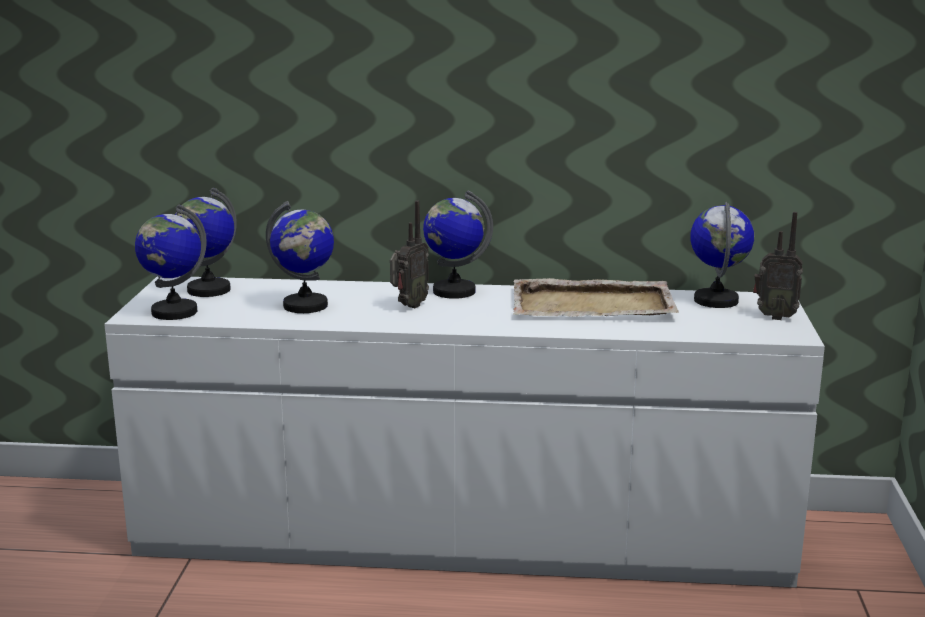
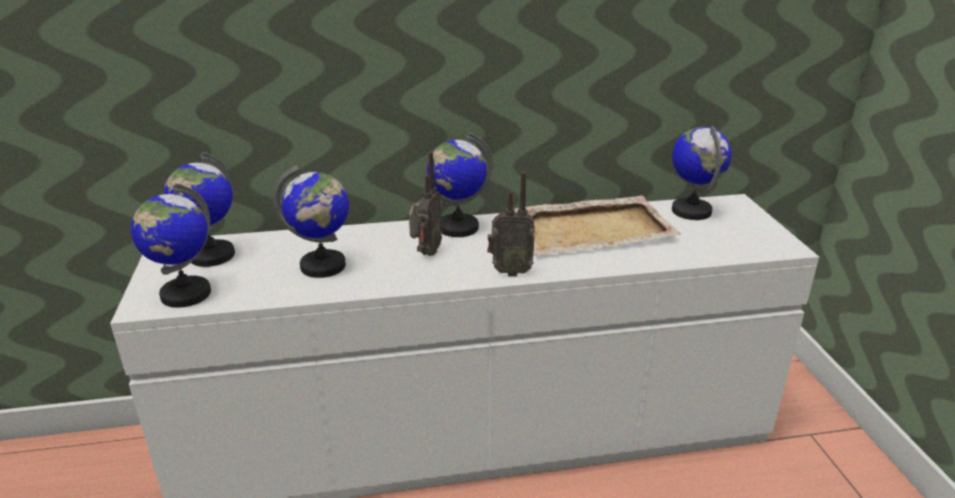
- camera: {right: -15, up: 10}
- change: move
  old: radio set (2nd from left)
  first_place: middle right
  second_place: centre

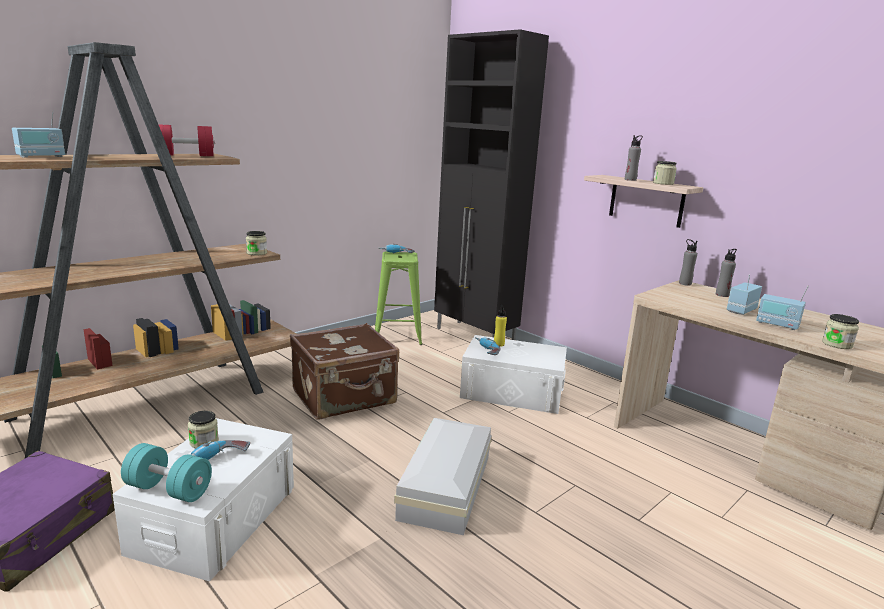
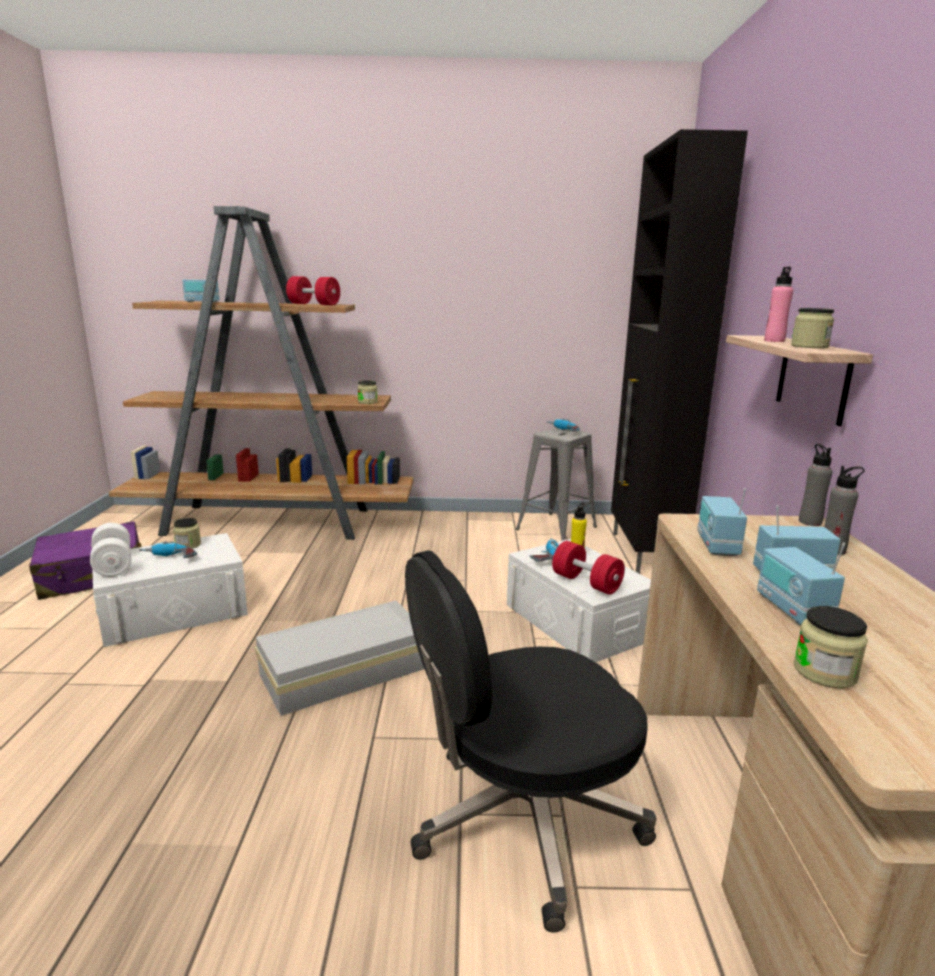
- camera: {right: 45, up: 0}
- change: recolor
  old: gray beverage bottle (1st from left)
  new: pink beverage bottle
  first_place: top right
  second_place: top right
- change: recolor
  old: green-coloured stool seat
  new: gray stool seat
  first_place: centre
  second_place: centre
- change: delete
  old: brown suitcase
  first_place: centre
- change: recolor
  old: turquoise hand weight
  new: white-coloured hand weight
  first_place: bottom left
  second_place: middle left
- change: insert
  new: radio set (2nd from left)
  second_place: middle right
- change: insert
  new: reddish hand weight (2nd from left)
  second_place: centre
- change: insert
  new: blackish office chair
  second_place: bottom centre

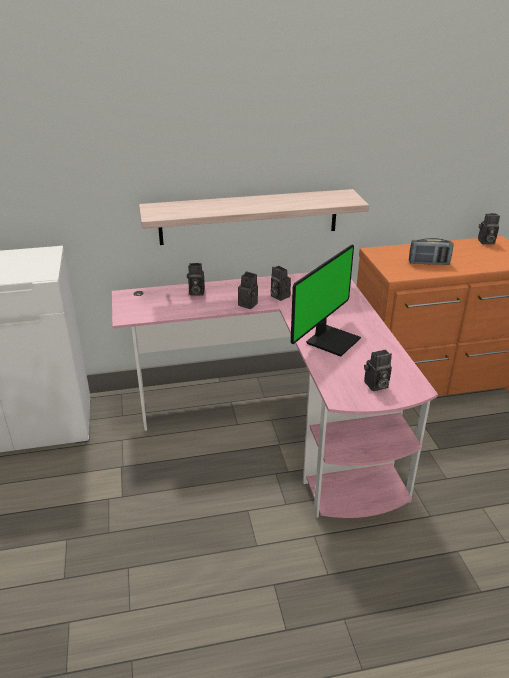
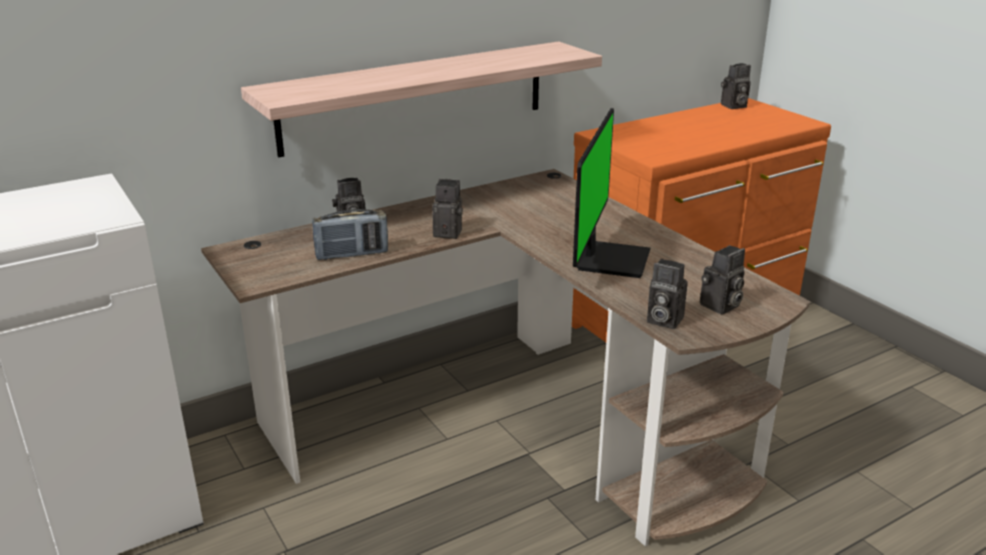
- camera: {right: -20, up: -5}
- change: move
  old: radio set
  first_place: middle right
  second_place: centre
- change: move
  old: still camera (3rd from left)
  first_place: centre
  second_place: middle right
- change: recolor
  old: pink desk unit
  new: brown desk unit
  first_place: centre
  second_place: centre

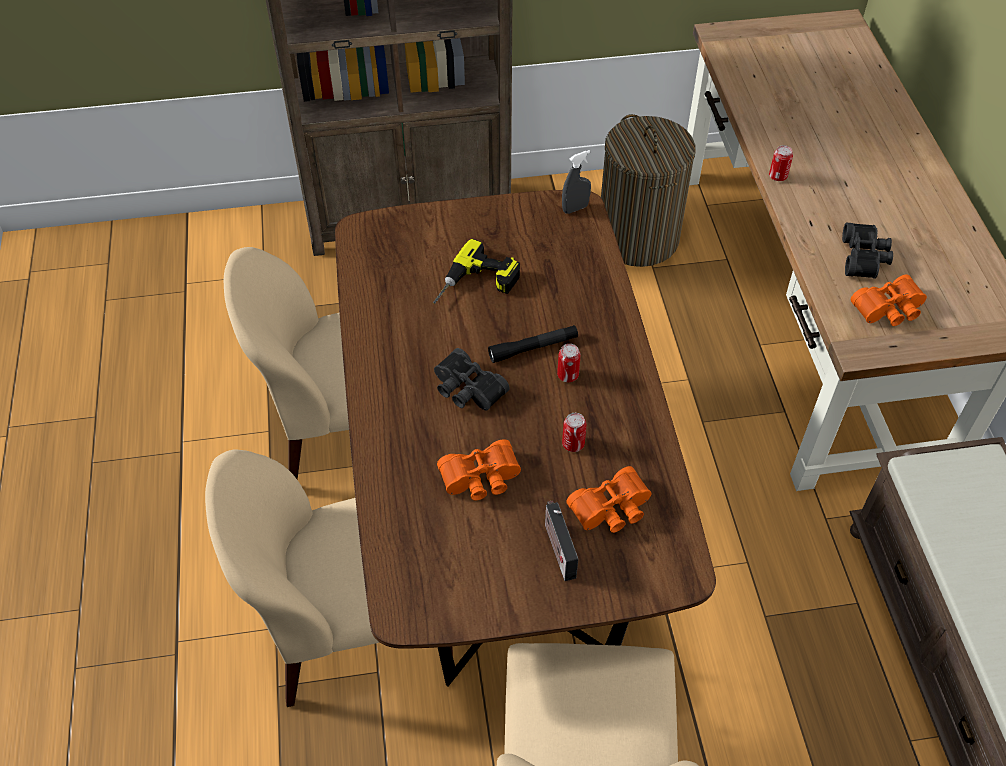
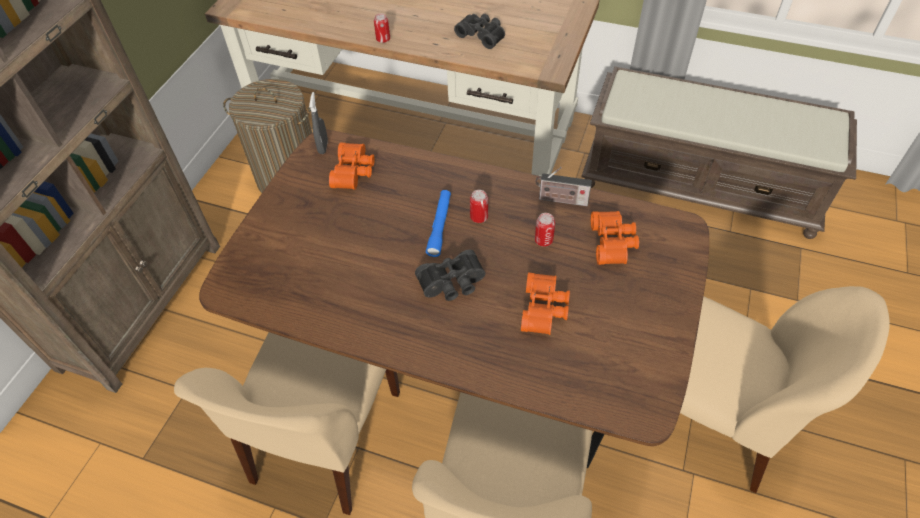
- camera: {right: -60, up: 0}
- change: delete
  old: power drill
  first_place: centre
- change: move
  old: orange-coloured pair of binoculars (3rd from left in the first image)
  new: orange-coloured pair of binoculars (1st from left)
  first_place: middle right
  second_place: top centre
- change: recolor
  old: blackish flashlight
  new: blue flashlight
  first_place: centre
  second_place: centre
- change: move
  old: radio set
  first_place: bottom centre
  second_place: centre

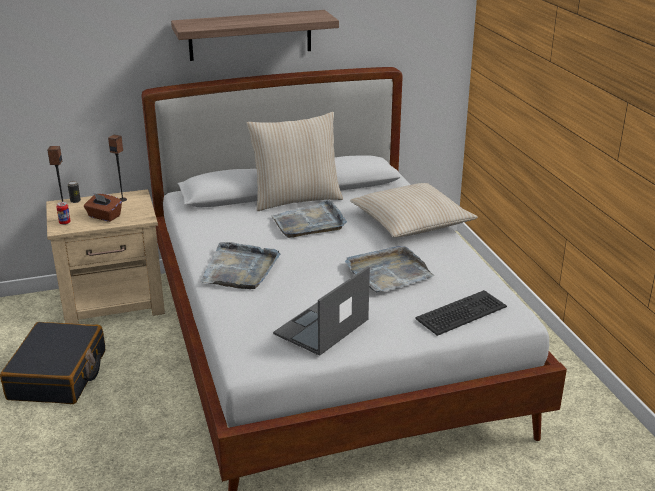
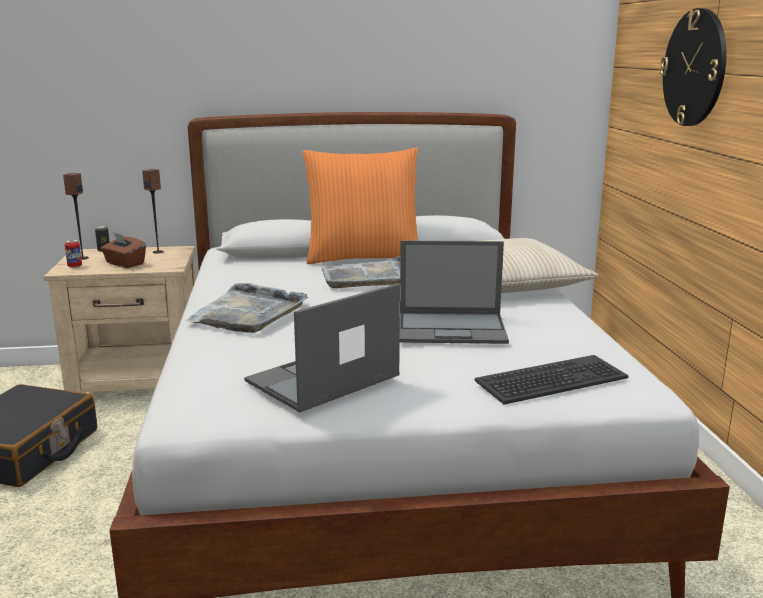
- camera: {right: 10, up: -10}
- change: delete
  old: bracket shelf
  first_place: top centre
- change: recolor
  old: sand-coloured cushion (1st from left)
  new: orange-coloured cushion
  first_place: top centre
  second_place: centre
- change: replace
  old: gray serving tray (3rd from left)
  new: laptop (2nd from left)
  first_place: centre
  second_place: centre
- change: insert
  new: wall clock
  second_place: top right

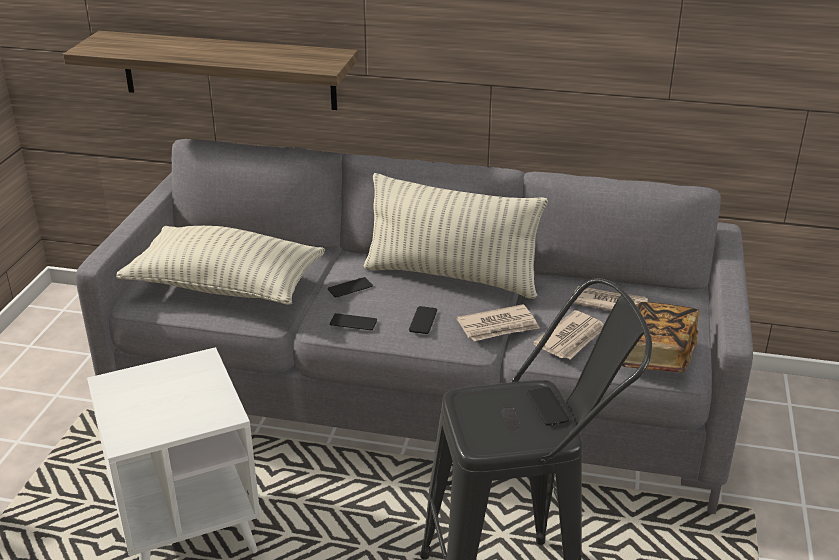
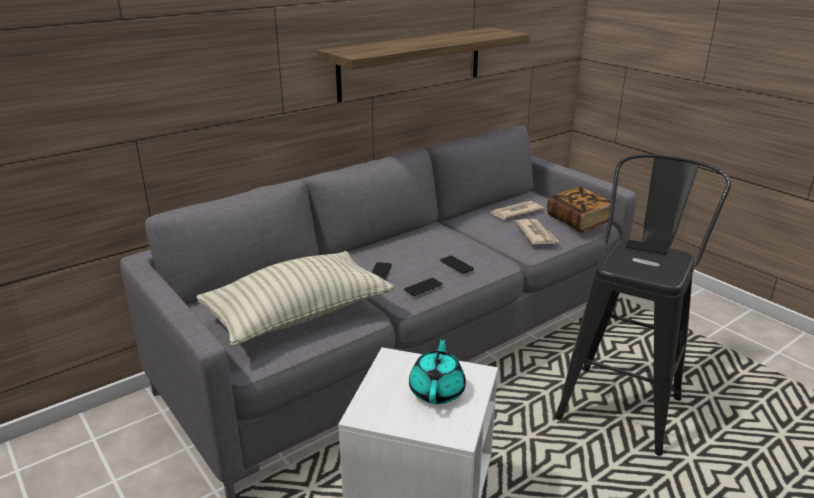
- camera: {right: -50, up: -5}
- change: move
  old: bracket shelf
  first_place: top left
  second_place: top centre
- change: delete
  old: cushion (2nd from left)
  first_place: centre
- change: delete
  old: printed paper (1st from left)
  first_place: centre
- change: insert
  new: turquoise teapot
  second_place: bottom centre

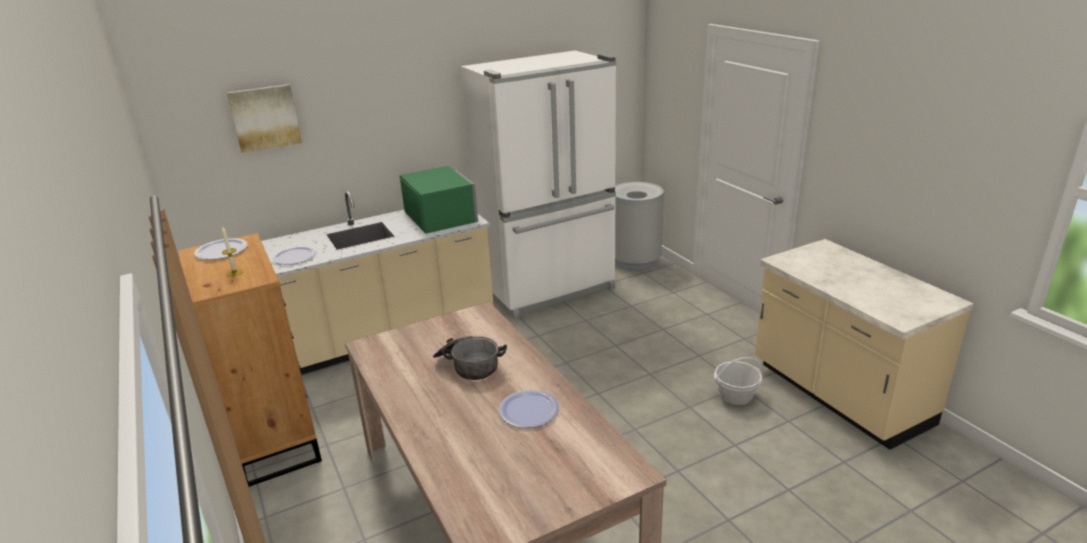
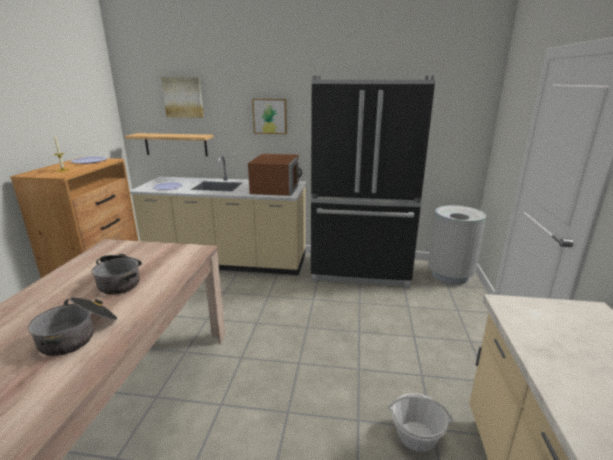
- camera: {right: 35, up: -5}
- change: recolor
  old: white-coloured fridge
  new: blackish fridge
  first_place: centre
  second_place: centre
- change: recolor
  old: green-coloured kitchen microwave
  new: brown kitchen microwave
  first_place: centre
  second_place: centre
- change: replace
  old: dinner plate (3rd from left)
  new: stockpot (1st from left)
  first_place: bottom centre
  second_place: bottom left
- change: insert
  new: picture (2nd from left)
  second_place: top centre
- change: insert
  new: bracket shelf
  second_place: top left

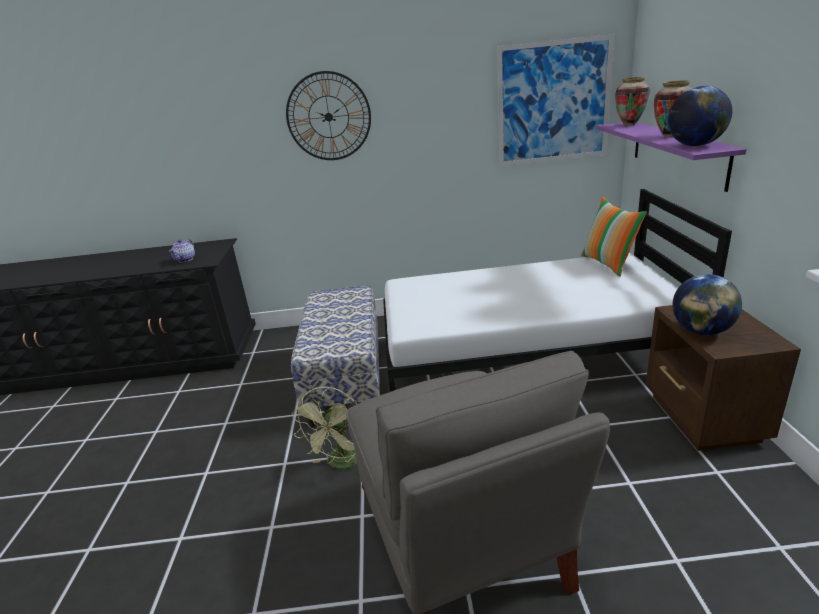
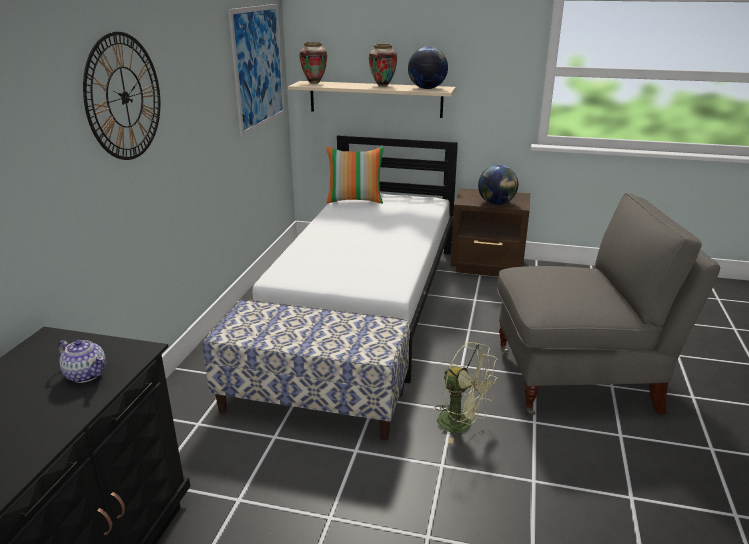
- camera: {right: -75, up: 0}
- change: recolor
  old: purplish bracket shelf
  new: sand-coloured bracket shelf
  first_place: top right
  second_place: top centre

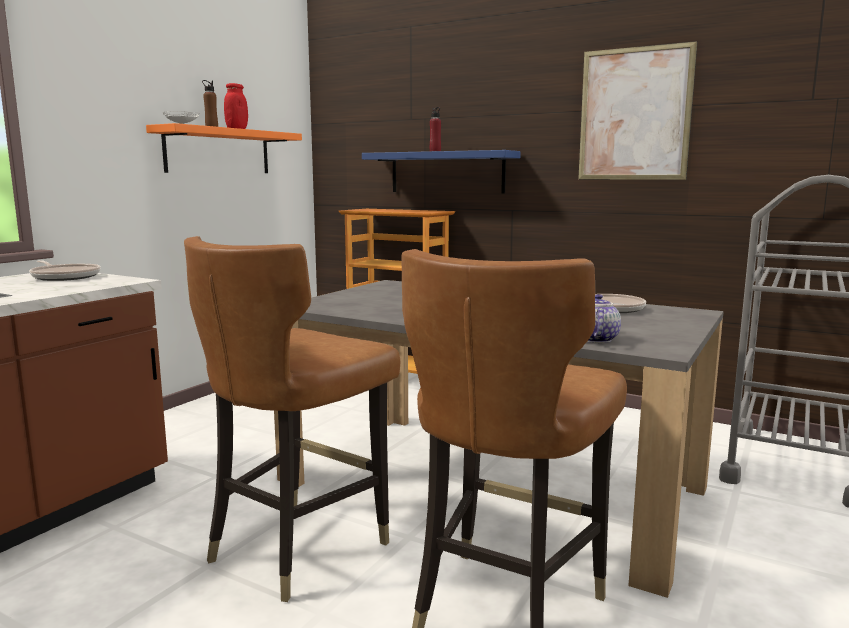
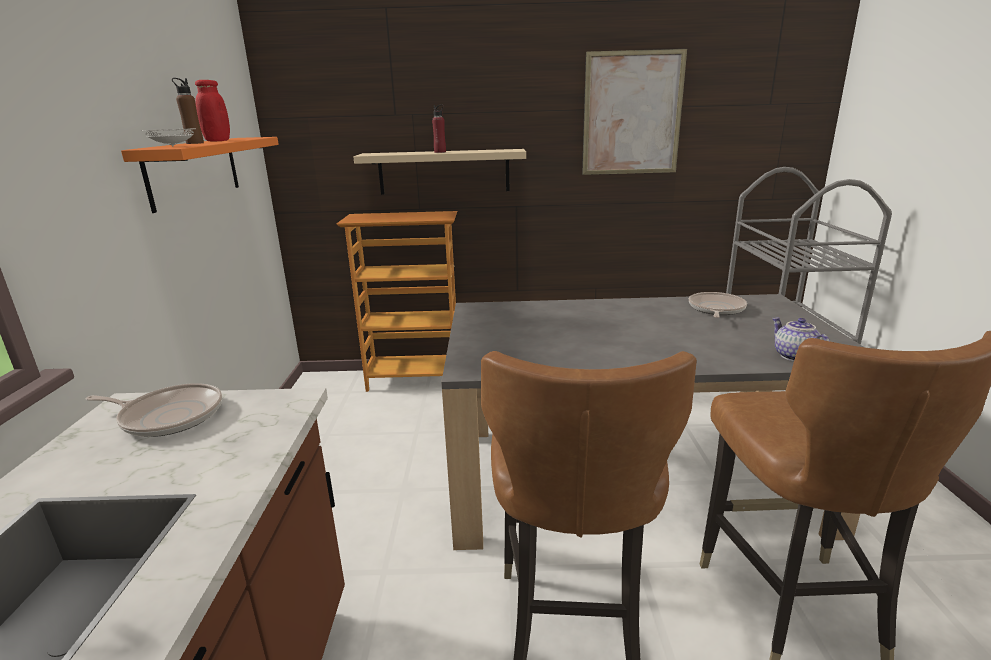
- camera: {right: -30, up: 10}
- change: recolor
  old: blue bracket shelf
  new: sand-coloured bracket shelf
  first_place: top centre
  second_place: top centre

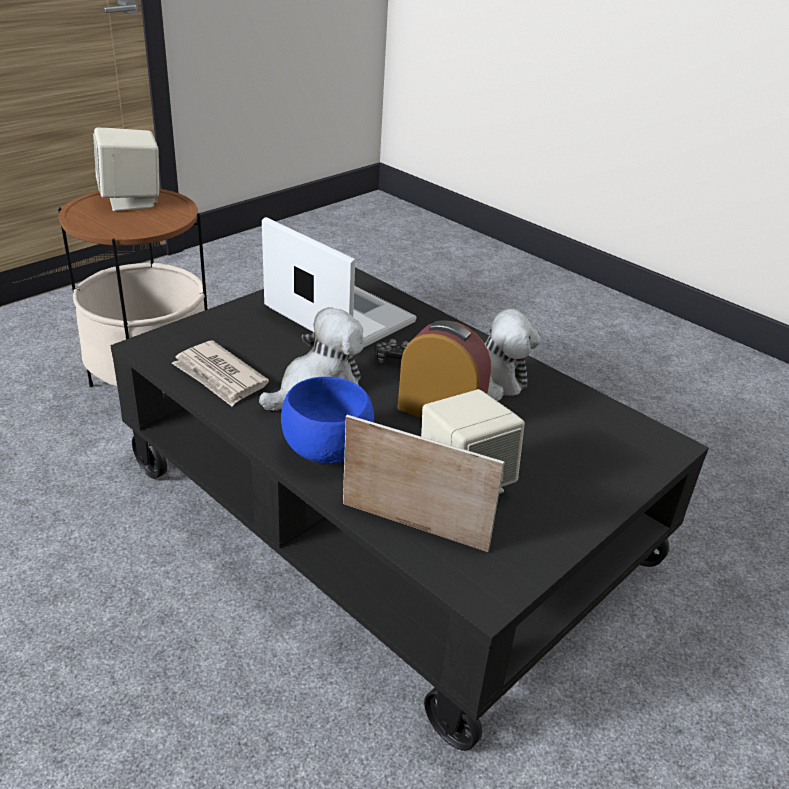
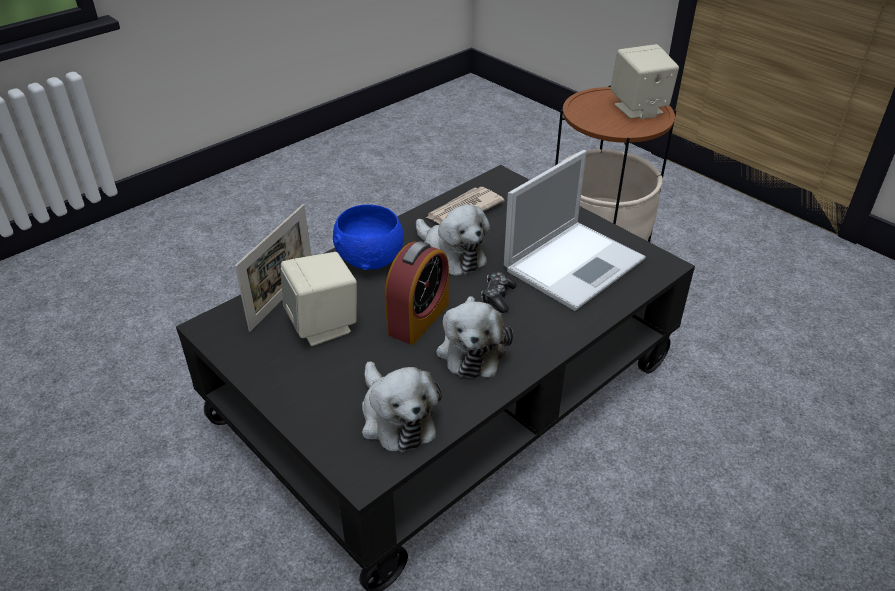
- camera: {right: 95, up: 5}
- change: insert
  new: plush toy (1st from left)
  second_place: bottom centre

